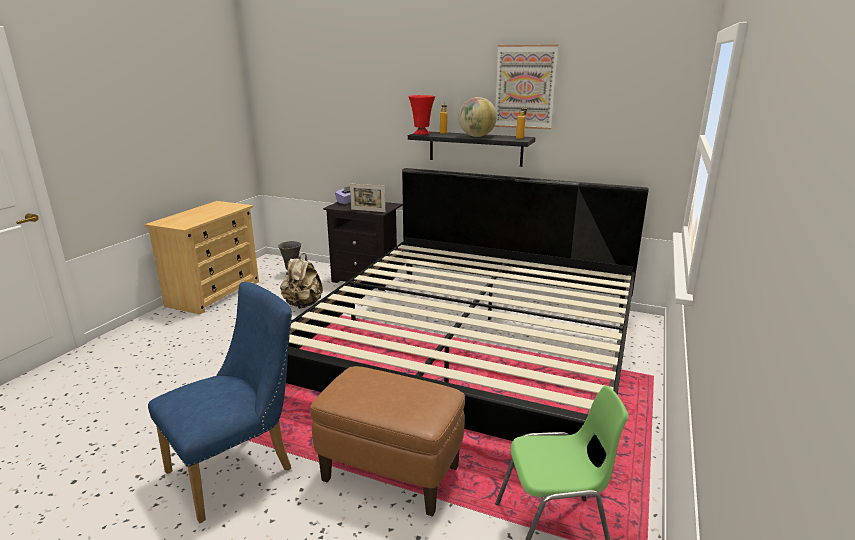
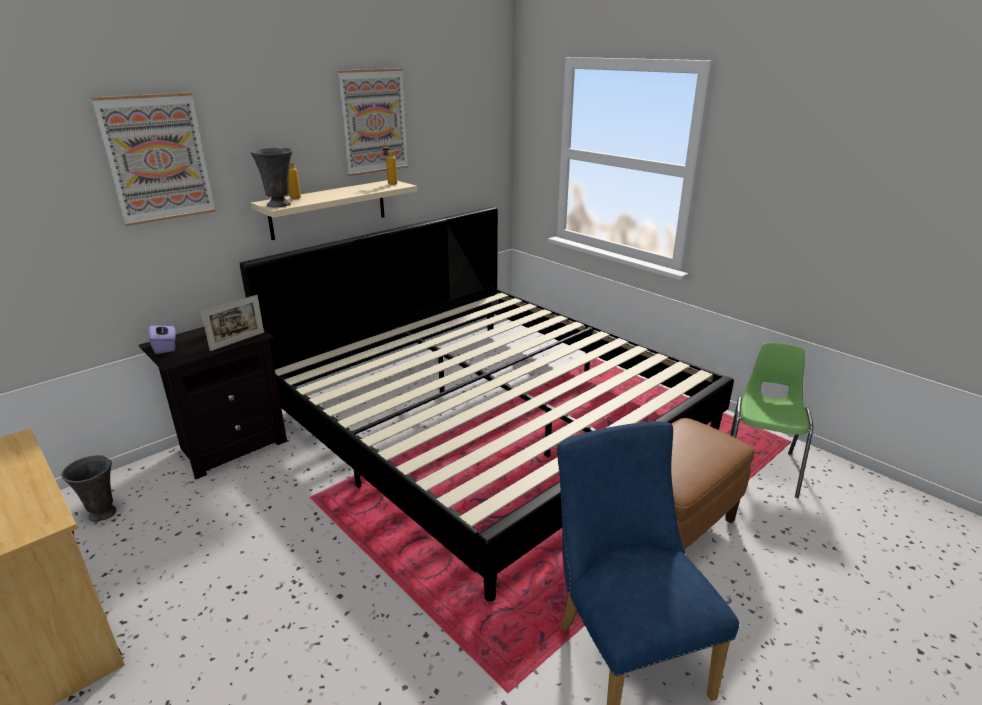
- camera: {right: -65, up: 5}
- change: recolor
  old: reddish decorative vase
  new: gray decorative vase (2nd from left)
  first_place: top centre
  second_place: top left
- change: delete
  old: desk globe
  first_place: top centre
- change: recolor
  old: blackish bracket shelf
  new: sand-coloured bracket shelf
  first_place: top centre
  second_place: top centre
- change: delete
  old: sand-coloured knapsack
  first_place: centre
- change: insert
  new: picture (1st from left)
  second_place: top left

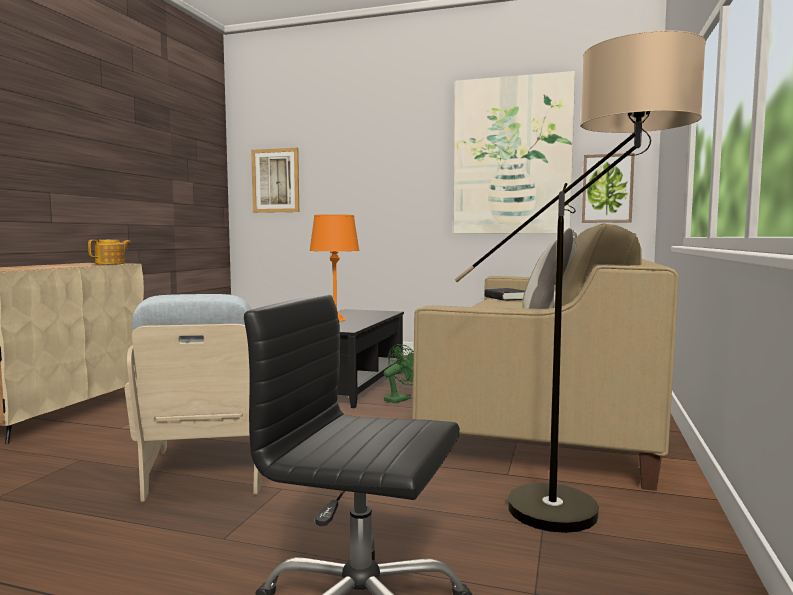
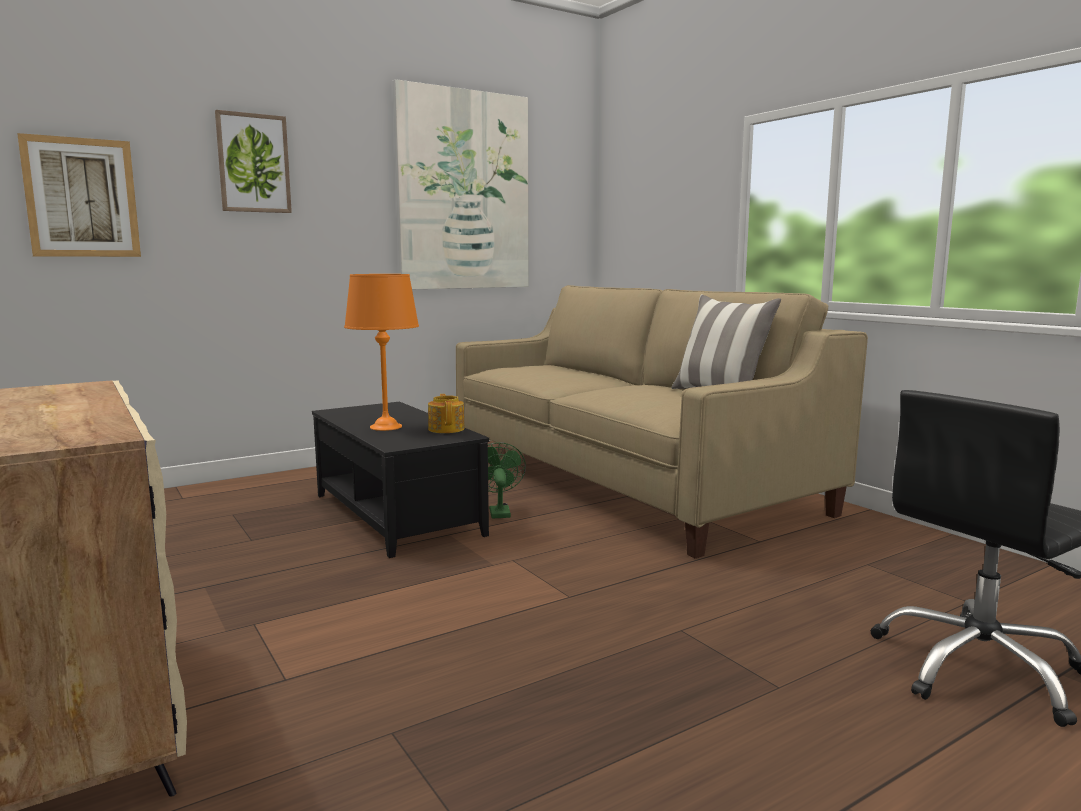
- camera: {right: -50, up: 5}
- change: delete
  old: standing lamp
  first_place: middle right
- change: move
  old: picture (3rd from left in the first image)
  new: picture (2nd from left)
  first_place: top right
  second_place: top left
- change: move
  old: teapot
  first_place: middle left
  second_place: centre
- change: delete
  old: blackish volume
  first_place: centre
- change: delete
  old: sand-coloured lounge chair
  first_place: bottom left

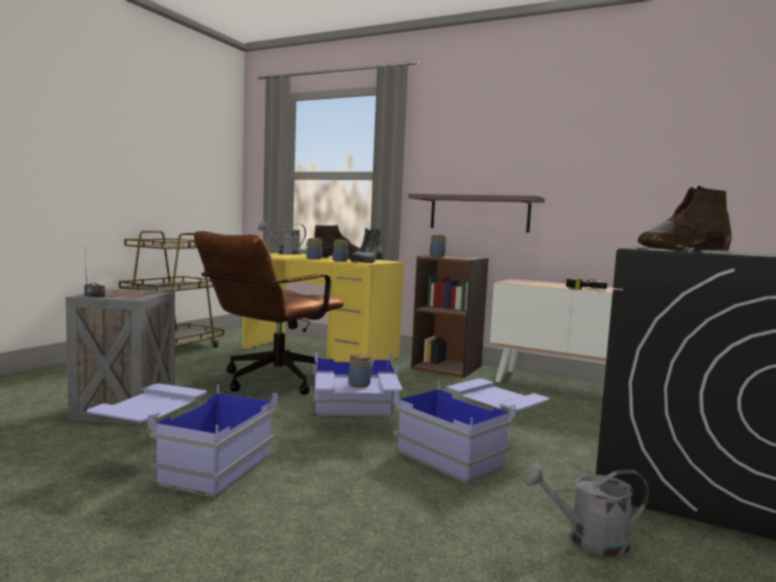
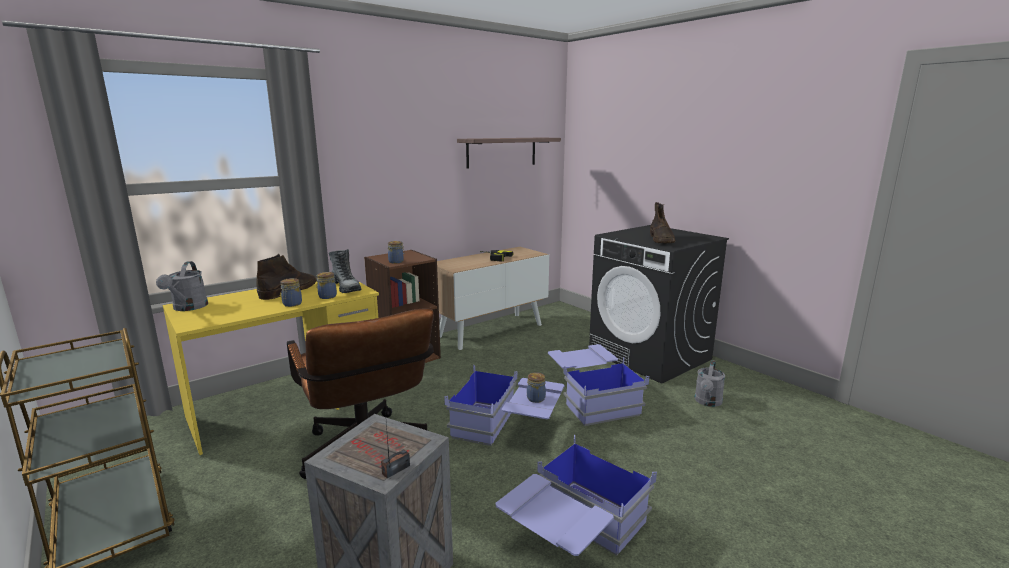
- camera: {right: -65, up: 10}
- change: move
  old: bracket shelf
  first_place: centre
  second_place: top centre

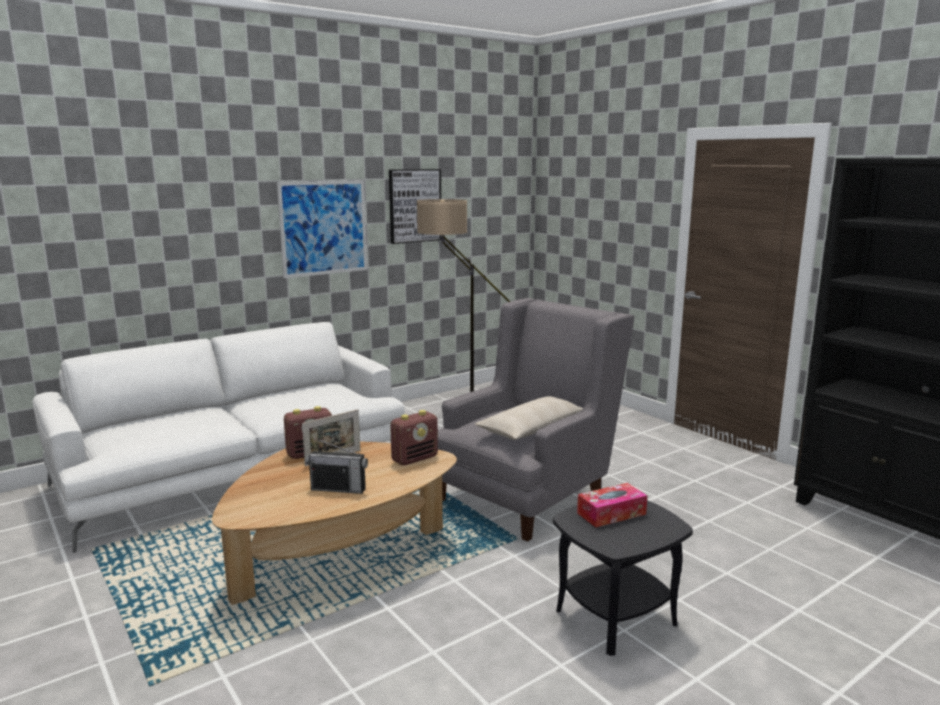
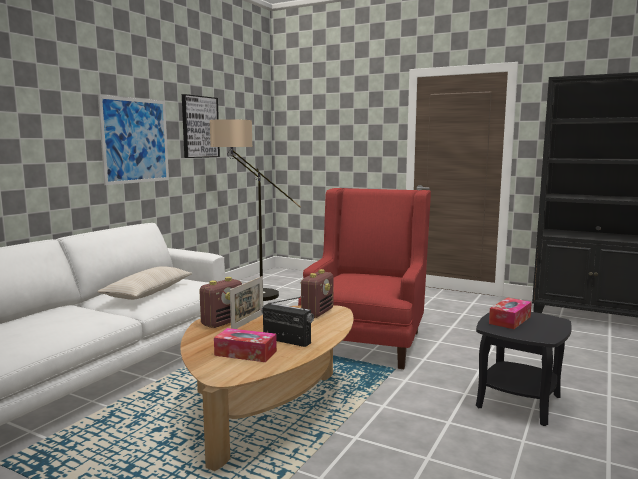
- camera: {right: -25, up: -5}
- change: recolor
  old: gray lounge chair
  new: reddish lounge chair
  first_place: centre
  second_place: centre
- change: move
  old: sand-coloured cushion
  first_place: centre
  second_place: middle left
- change: rotate
  old: radio set (2nd from left)
  first_place: centre
  second_place: bottom centre
  degrees: -135
- change: insert
  new: tissue box (1st from left)
  second_place: bottom centre

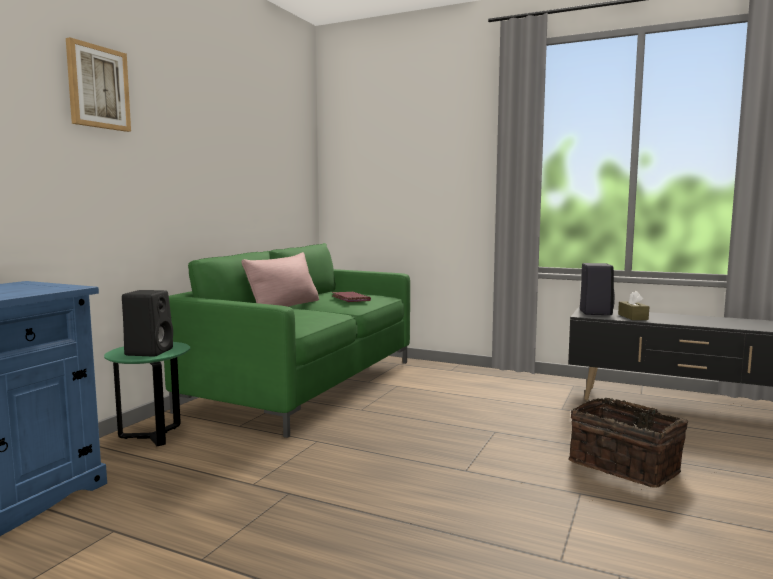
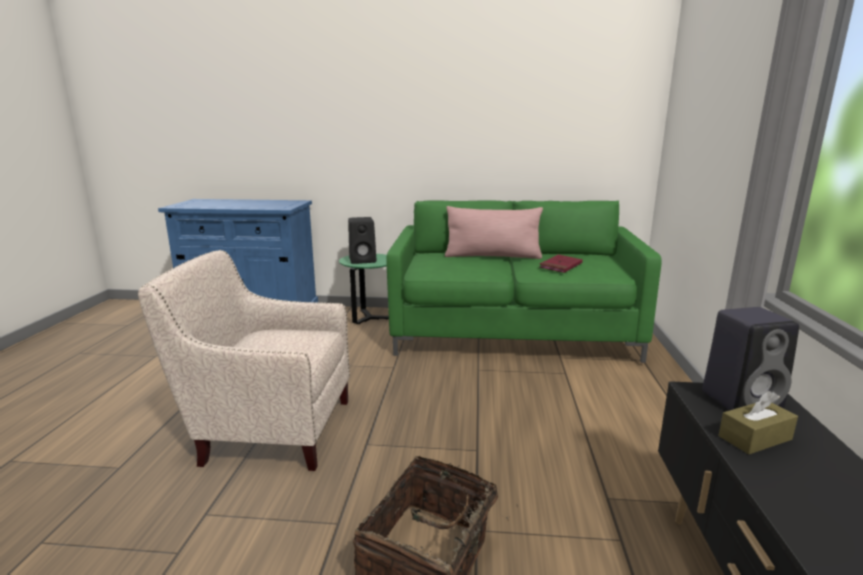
- camera: {right: 70, up: 10}
- change: delete
  old: picture
  first_place: top left
- change: insert
  new: sand-coloured lounge chair
  second_place: middle left

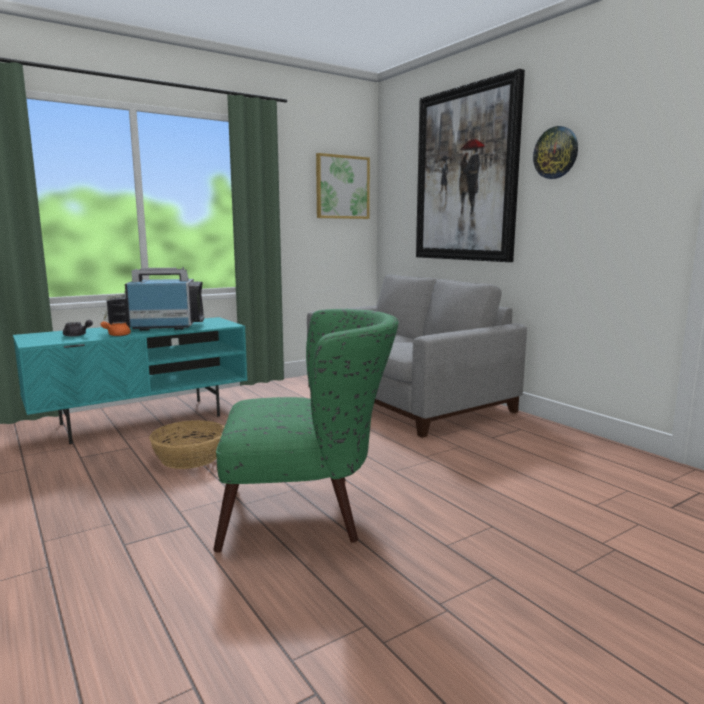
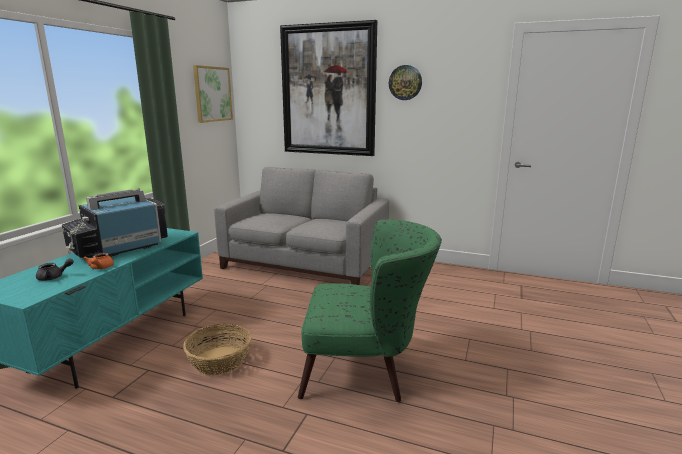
- camera: {right: -35, up: 5}
- change: rotate
  old: green-coloured lounge chair
  first_place: centre
  second_place: bottom centre
  degrees: 45

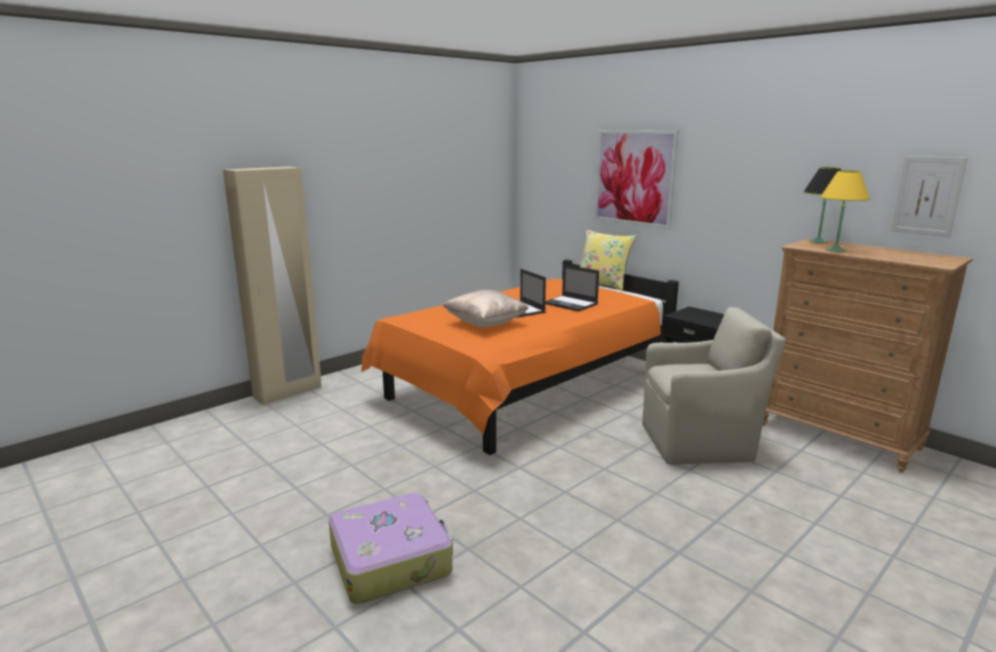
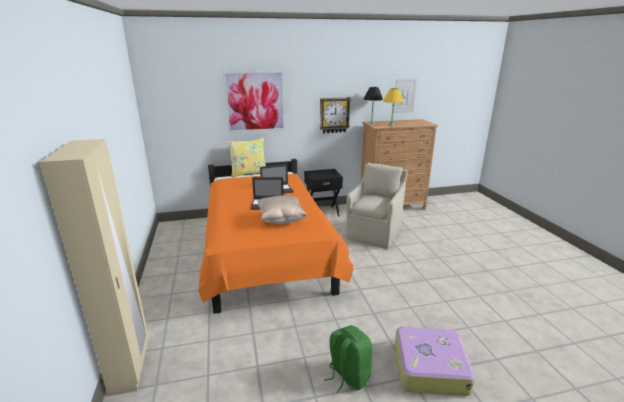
- camera: {right: -60, up: 5}
- change: insert
  new: wall clock
  second_place: top centre
- change: insert
  new: green-coloured knapsack
  second_place: bottom centre

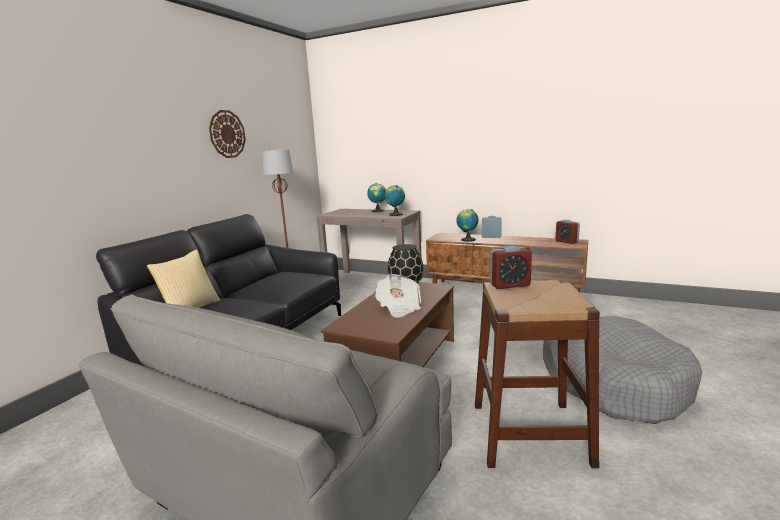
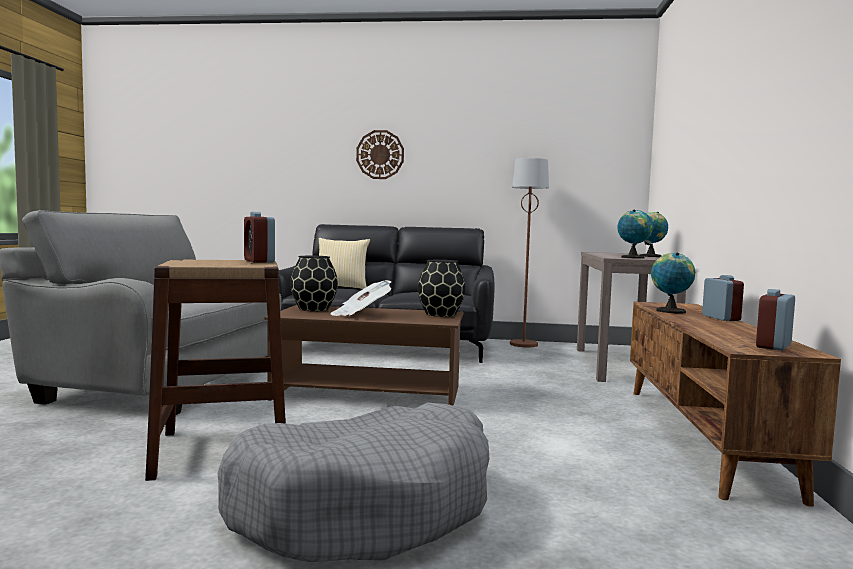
- camera: {right: 70, up: -10}
- change: move
  old: wall clock
  first_place: top left
  second_place: top centre
- change: insert
  new: blackish decorative vase (1st from left)
  second_place: centre

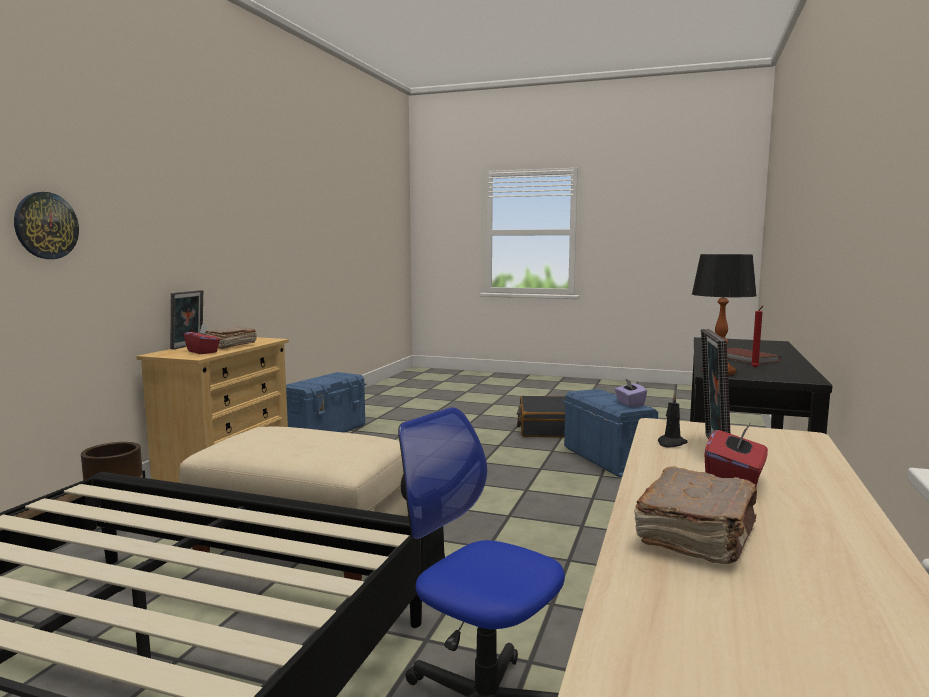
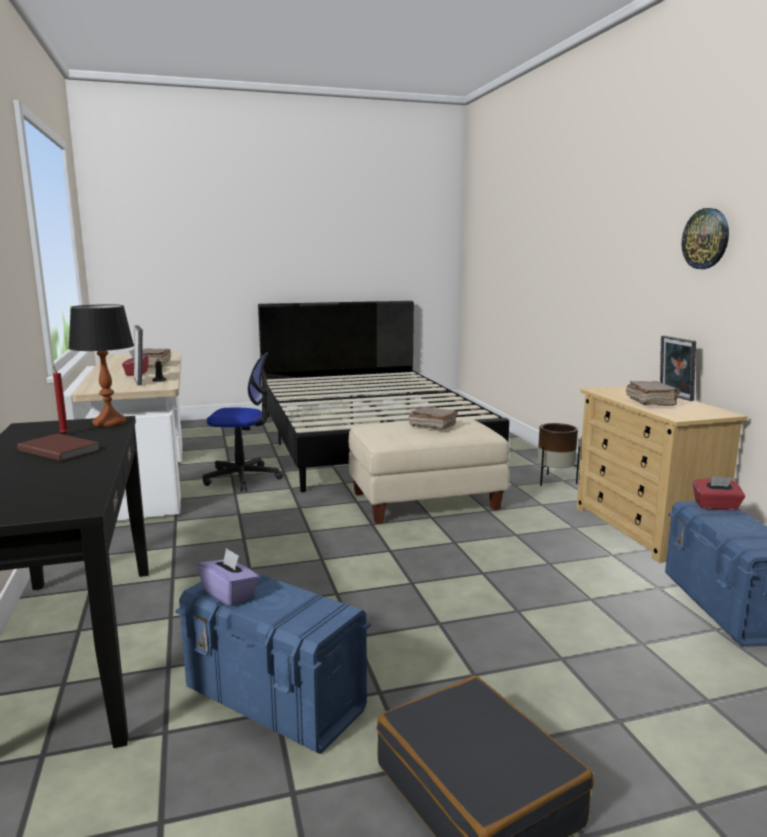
- camera: {right: 145, up: 5}
- change: move
  old: wall clock
  first_place: top left
  second_place: top right
- change: move
  old: reddish tissue box (1st from left in the first image)
  new: reddish tissue box (2nd from left)
  first_place: middle left
  second_place: middle right
- change: insert
  new: brown volume (3rd from left)
  second_place: centre

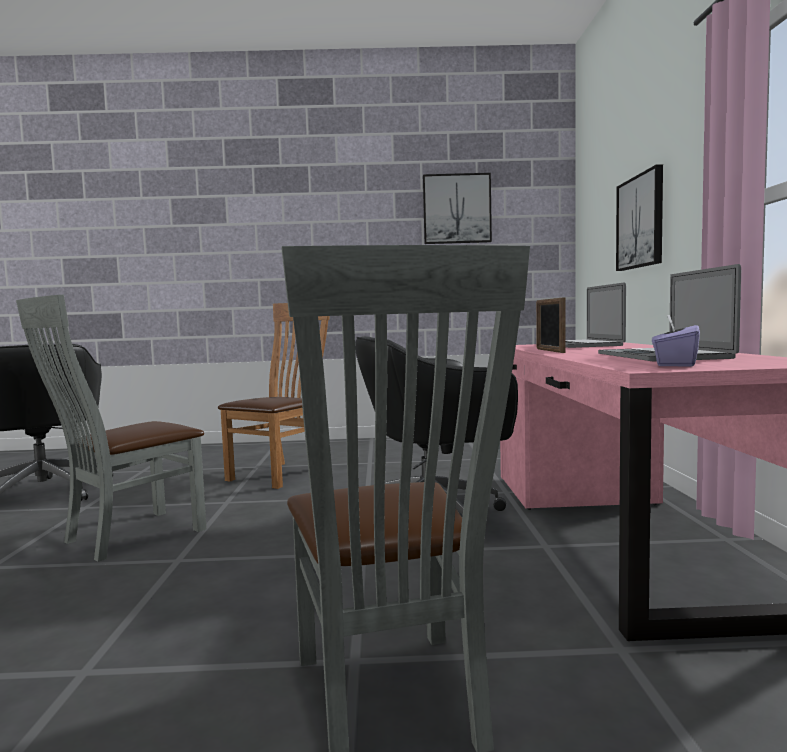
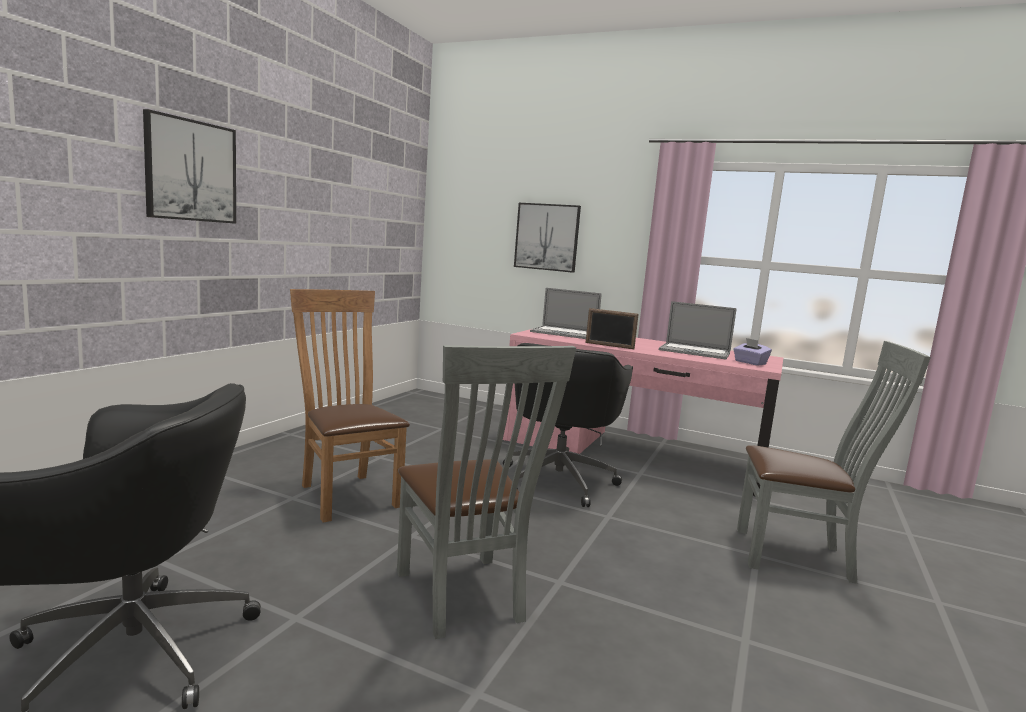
- camera: {right: -65, up: 5}
- change: move
  old: picture (1st from left)
  first_place: top centre
  second_place: top left

